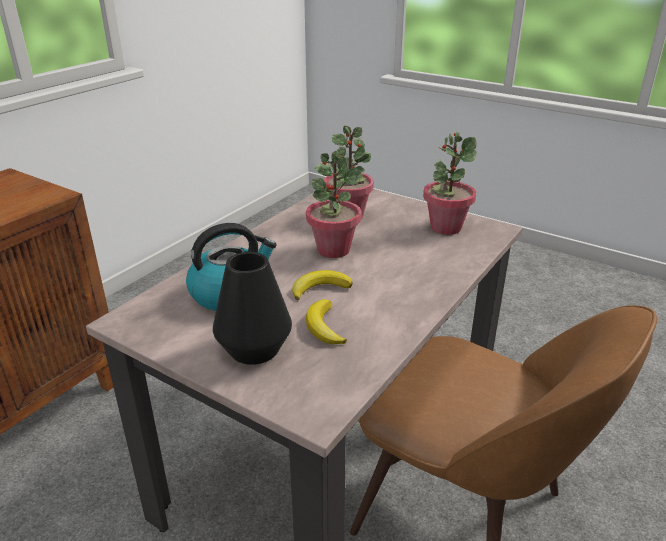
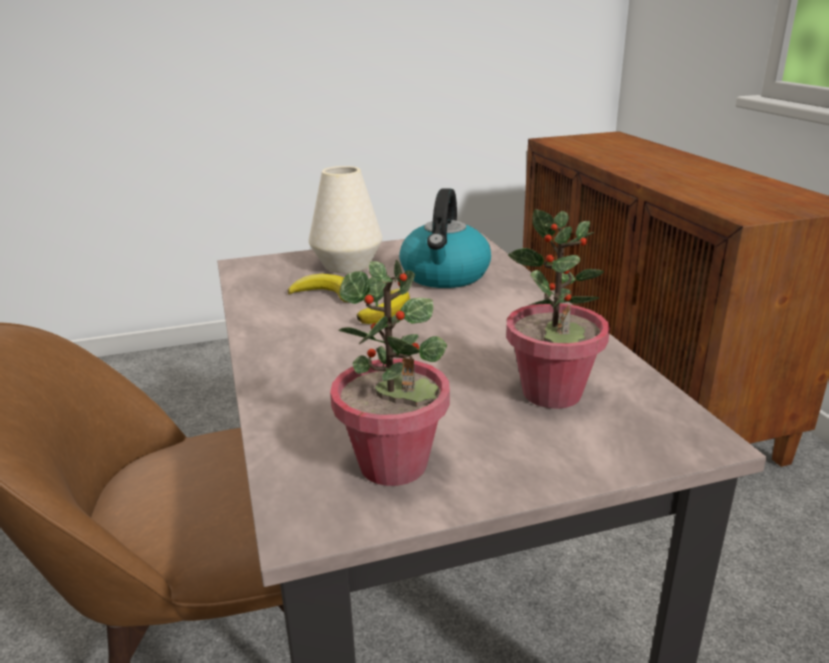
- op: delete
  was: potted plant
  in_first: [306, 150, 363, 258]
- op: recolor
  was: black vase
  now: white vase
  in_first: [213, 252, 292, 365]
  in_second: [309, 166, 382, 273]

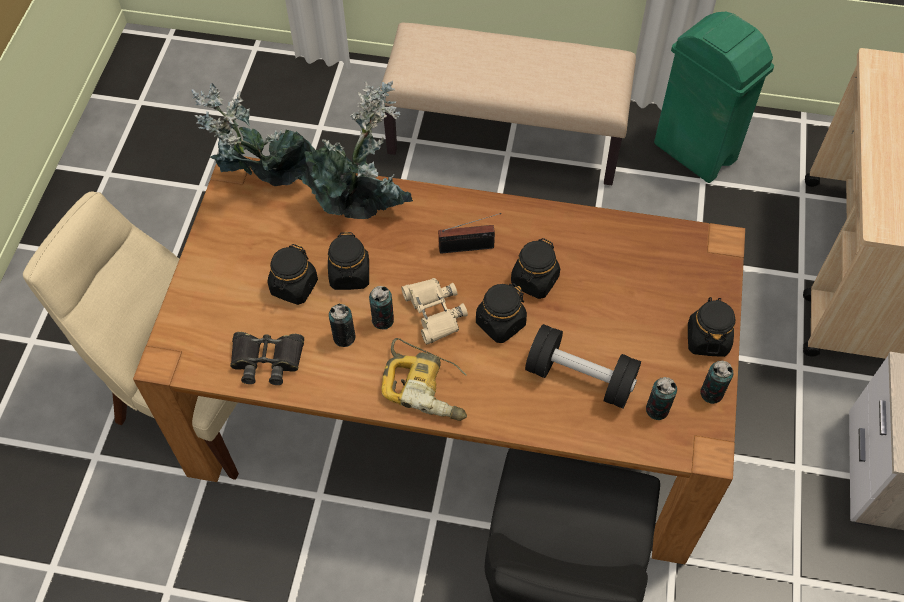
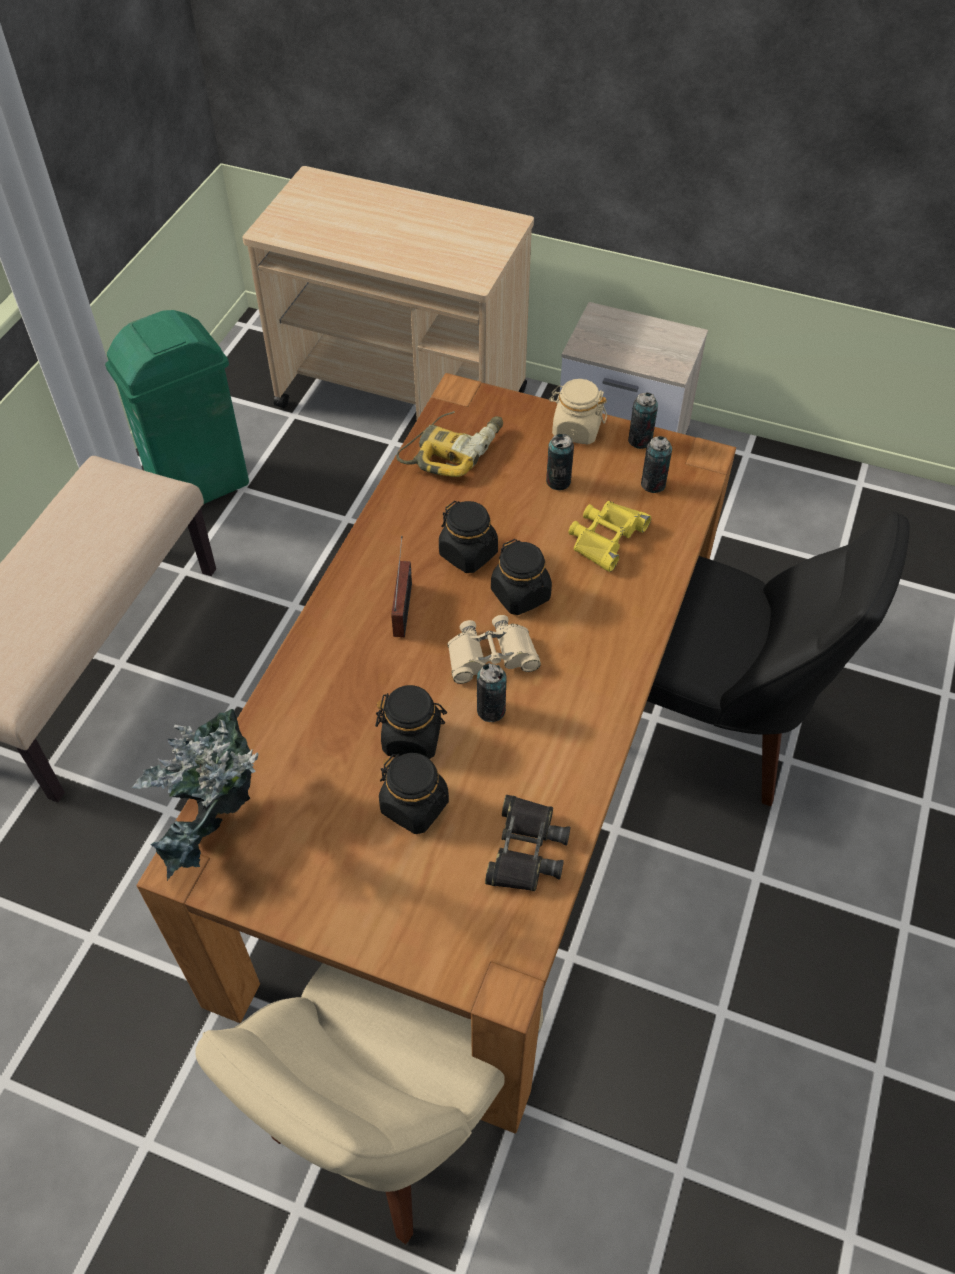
- op: delete
  was: potted plant
  in_first: [298, 81, 413, 219]
- op: recolor
  was: black jar
  now: beige jar
  in_first: [688, 297, 736, 357]
  in_second: [549, 379, 607, 445]
- op: move
  was: can
  in_first: [329, 304, 355, 347]
  in_second: [546, 434, 574, 490]
- op: replace
  was: black dumbbell
  now: yellow binoculars
  in_first: [525, 324, 641, 408]
  in_second: [568, 501, 651, 572]
- op: move
  was: power drill
  in_first: [381, 338, 467, 421]
  in_second: [396, 411, 503, 477]

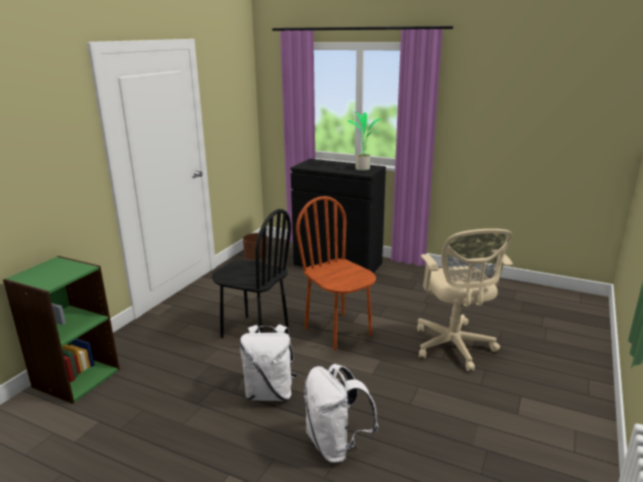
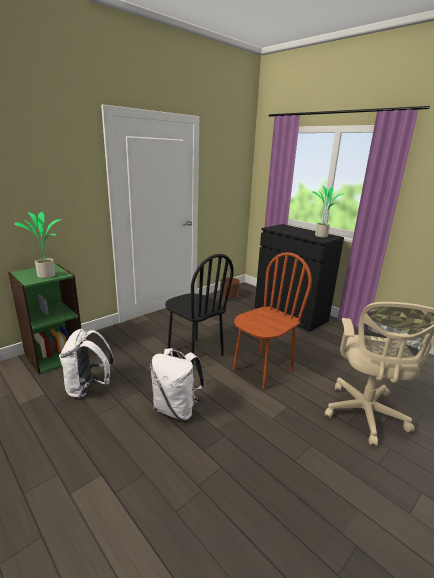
- op: rotate
  was: brown chair
  in_first: [296, 196, 376, 351]
  in_second: [233, 252, 312, 390]
  clockwise: 60
- op: move
  was: white backpack
  in_first: [304, 364, 379, 463]
  in_second: [59, 329, 114, 399]
- op: insert
  now: potted plant
  in_second: [14, 212, 61, 278]

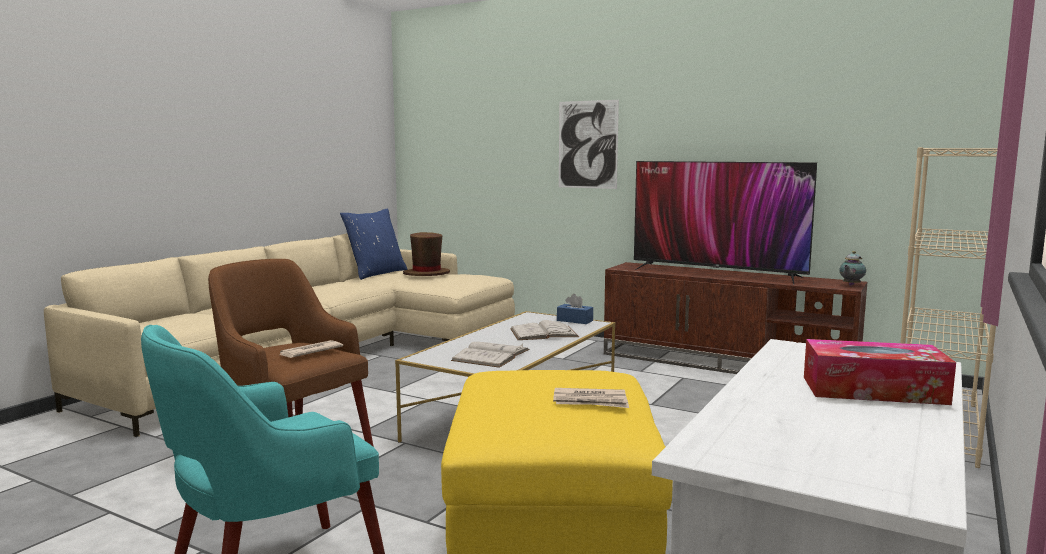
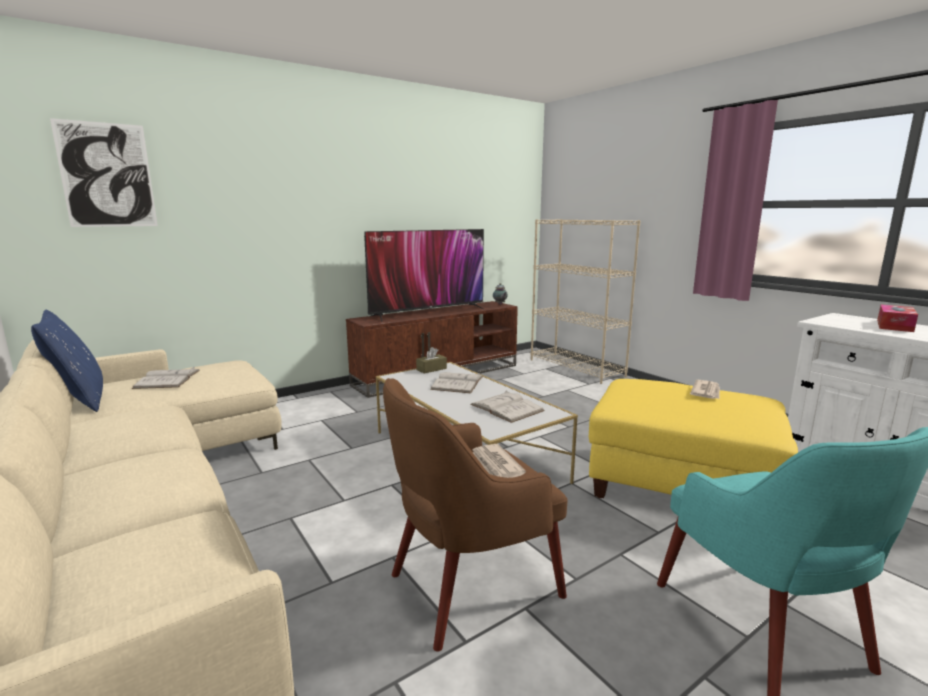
- op: move
  was: picture
  in_first: [559, 100, 619, 189]
  in_second: [50, 118, 158, 227]
- op: replace
  was: brown hat
  now: white book
  in_first: [403, 232, 450, 276]
  in_second: [132, 367, 200, 389]
- op: recolor
  was: blue tissue box
  now: brown tissue box
  in_first: [557, 294, 593, 324]
  in_second: [416, 347, 447, 374]

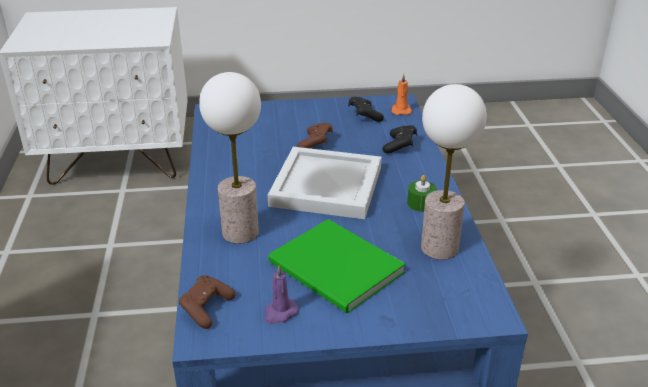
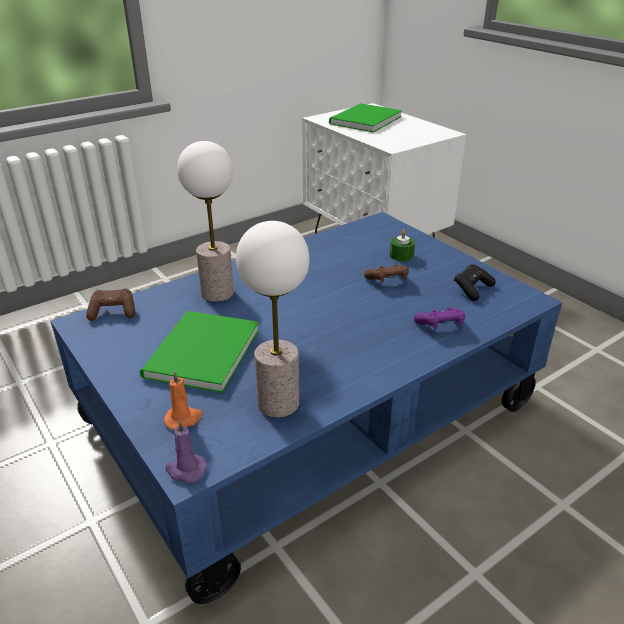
- op: move
  was: orange candle
  in_first: [392, 74, 412, 115]
  in_second: [164, 371, 203, 430]
- op: recolor
  was: black game controller
  now: purple game controller
  in_first: [383, 125, 417, 154]
  in_second: [414, 307, 465, 329]
- op: delete
  was: white tray
  in_first: [268, 147, 382, 219]
- op: move
  was: green candle
  in_first: [407, 175, 437, 212]
  in_second: [390, 229, 415, 261]
- op: move
  was: purple candle
  in_first: [264, 265, 299, 324]
  in_second: [166, 419, 208, 483]
- op: insert
  now: green book
  in_second: [329, 103, 402, 132]

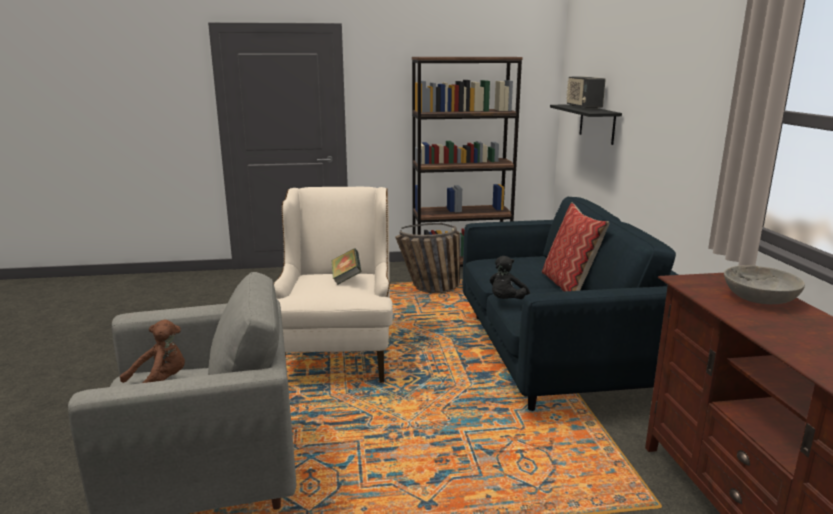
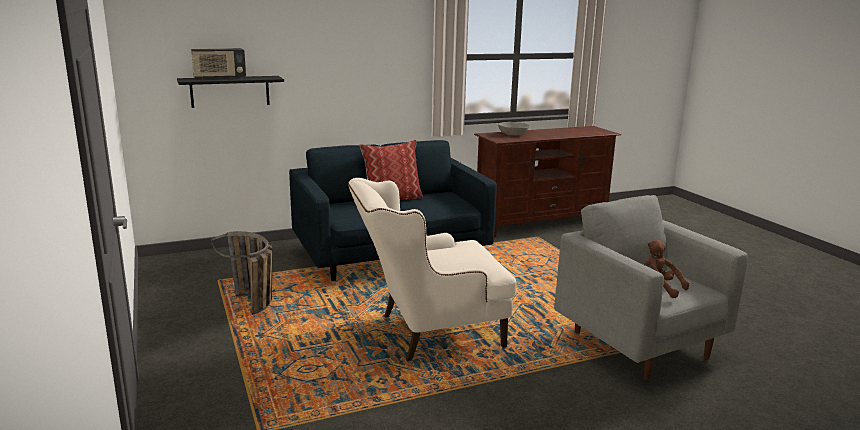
- op: delete
  was: brown bookcase
  in_first: [412, 57, 523, 267]
- op: delete
  was: book
  in_first: [331, 248, 361, 285]
- op: delete
  was: black plush toy
  in_first: [490, 256, 530, 299]

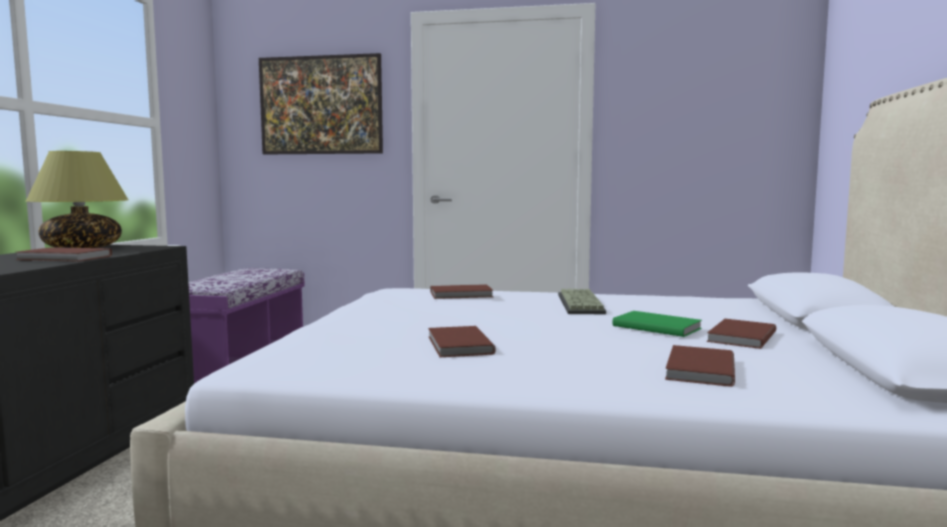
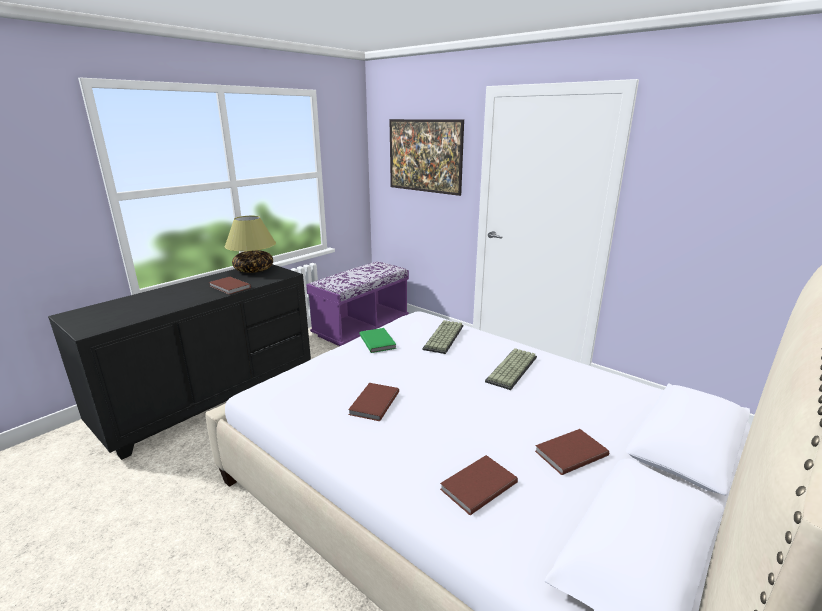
- op: replace
  was: brown book
  now: keyboard
  in_first: [430, 284, 494, 299]
  in_second: [422, 320, 463, 354]
- op: move
  was: green book
  in_first: [613, 311, 702, 337]
  in_second: [359, 328, 397, 353]

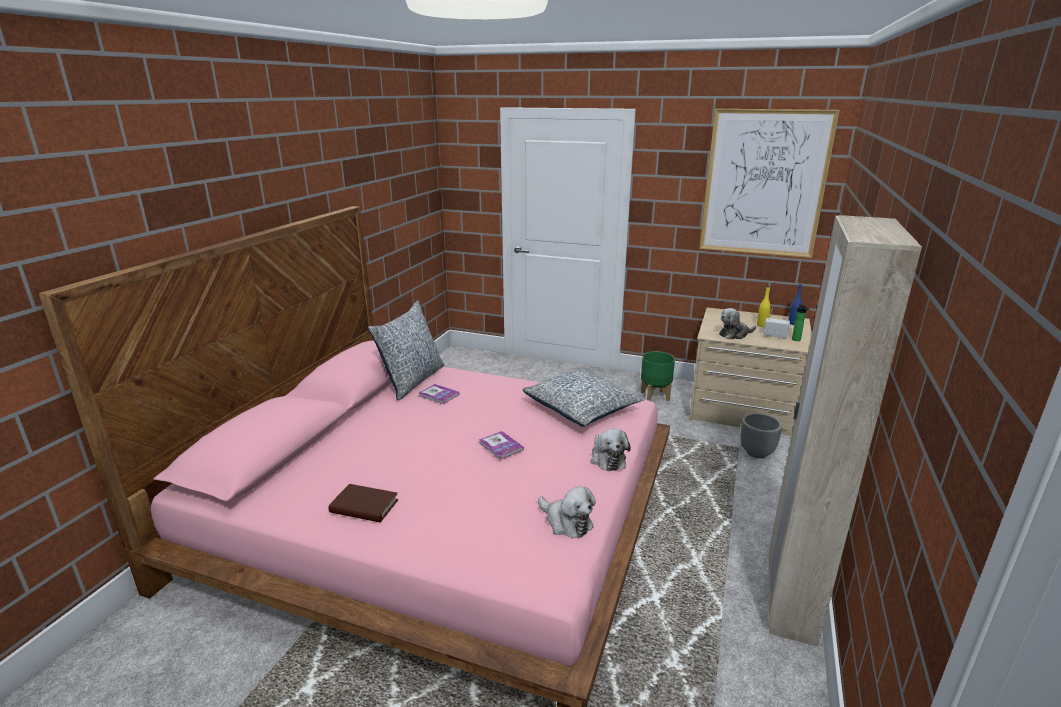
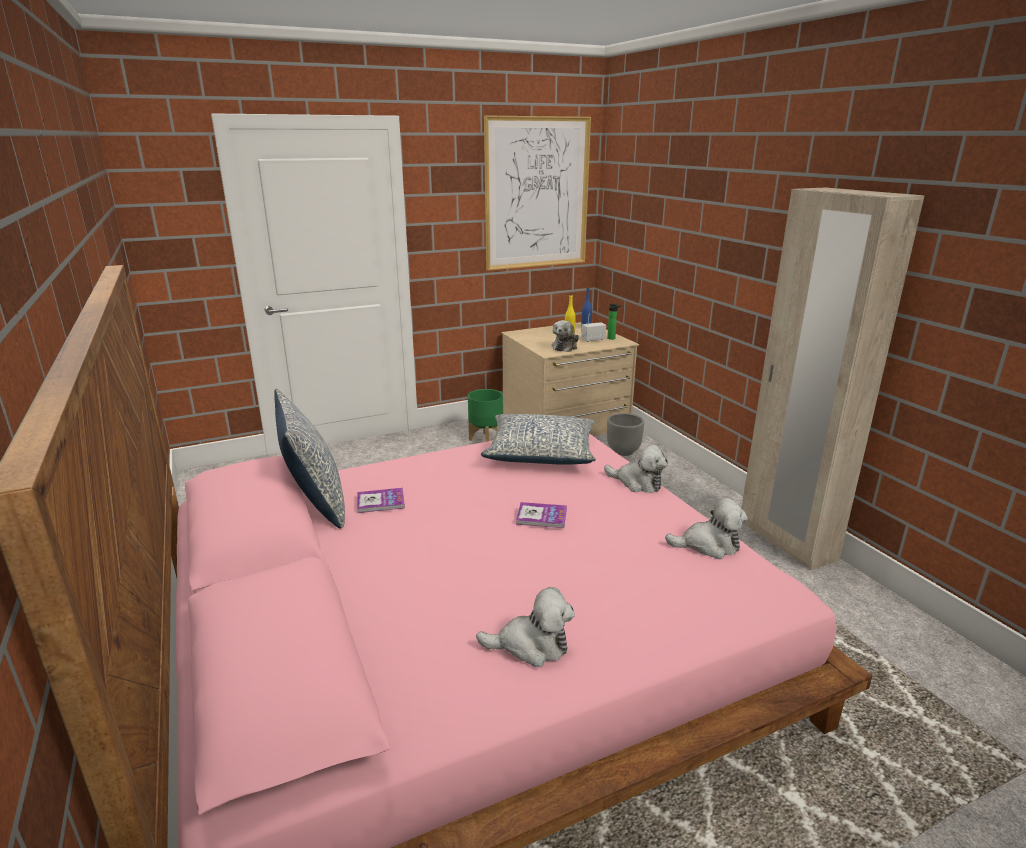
- op: replace
  was: brown book
  now: plush toy
  in_first: [329, 484, 398, 522]
  in_second: [476, 587, 575, 667]

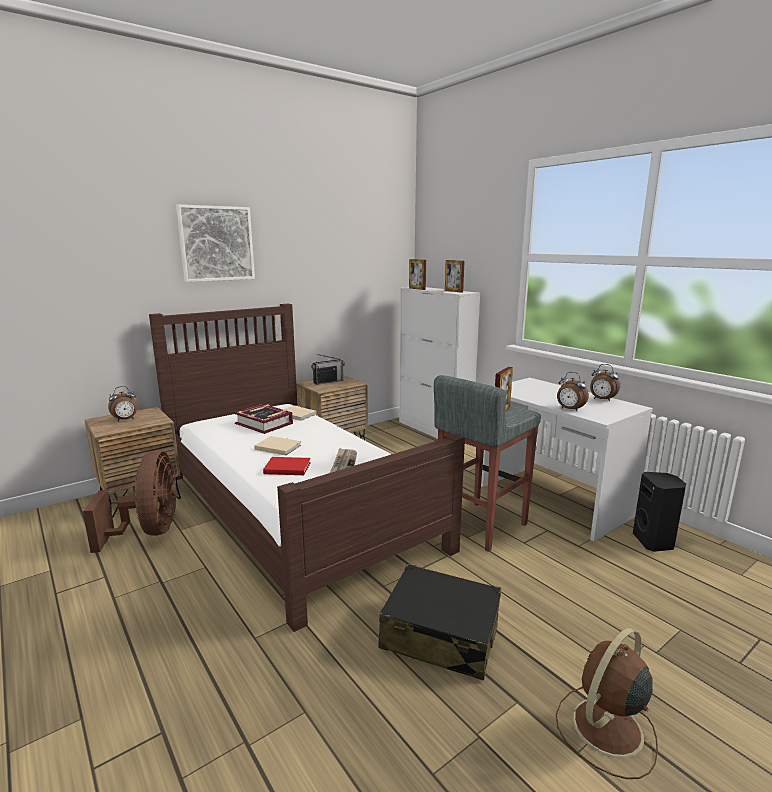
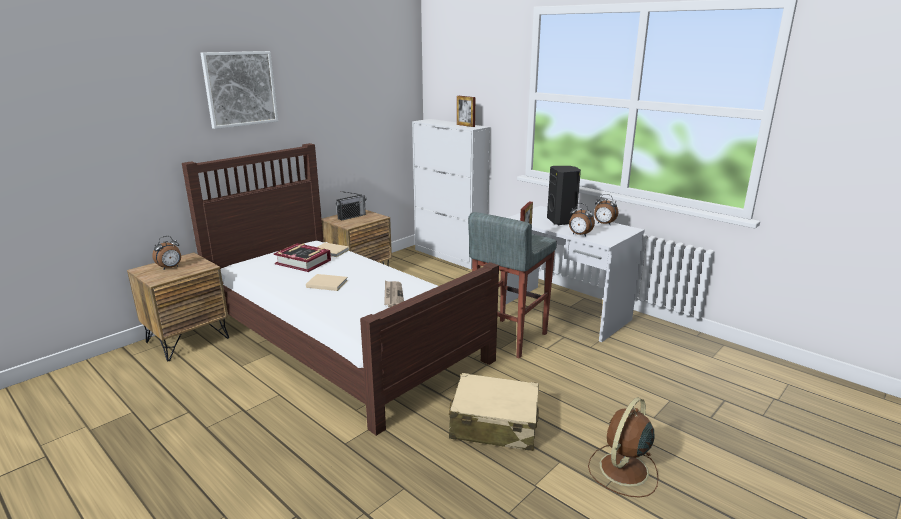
- op: delete
  was: picture frame
  in_first: [409, 259, 426, 290]
- op: delete
  was: brown fan
  in_first: [83, 450, 177, 553]
- op: delete
  was: red book
  in_first: [263, 457, 311, 475]
- op: move
  was: black speaker
  in_first: [633, 472, 686, 552]
  in_second: [547, 166, 581, 225]
- op: recolor
  was: black suitcase
  now: beige suitcase
  in_first: [379, 564, 501, 681]
  in_second: [449, 373, 539, 451]

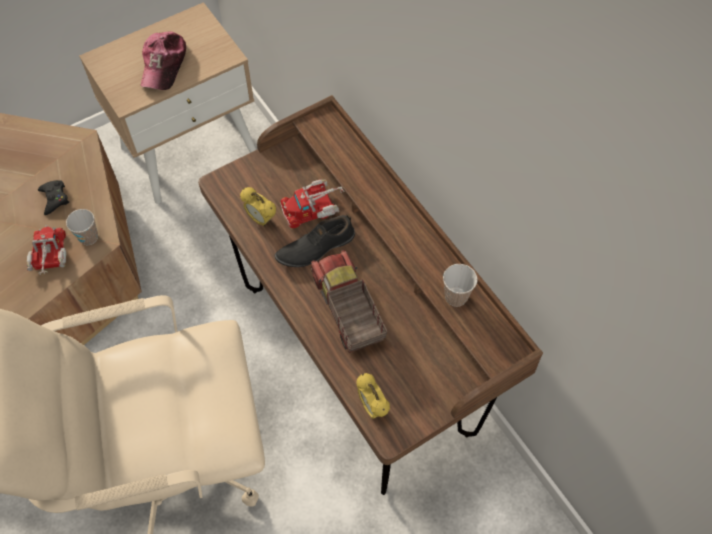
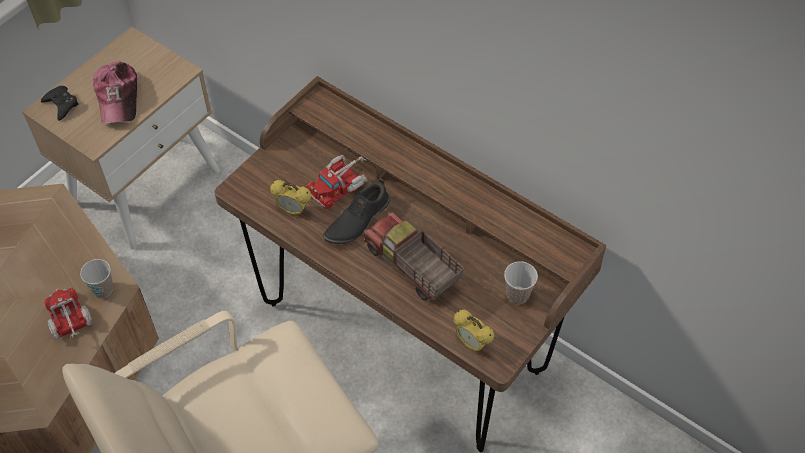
- op: move
  was: black game controller
  in_first: [38, 180, 69, 215]
  in_second: [41, 86, 79, 121]
- op: move
  was: cup
  in_first: [443, 264, 477, 307]
  in_second: [504, 261, 538, 305]

